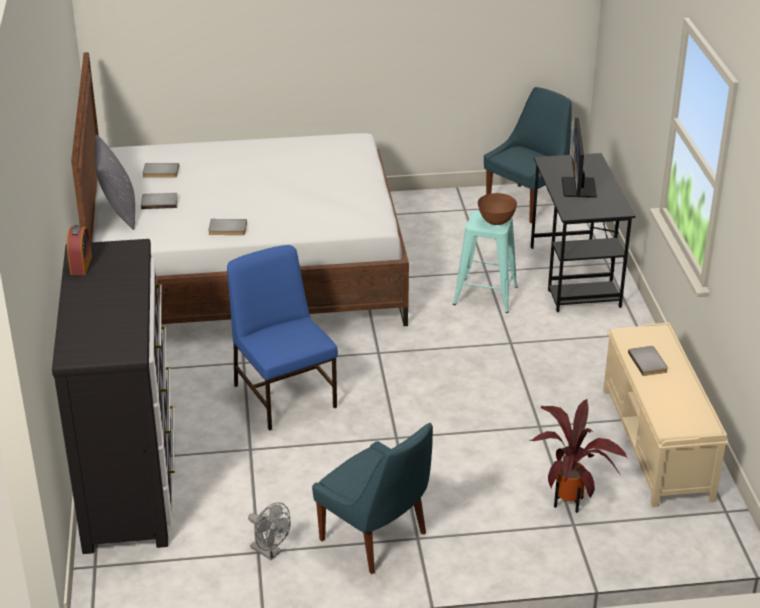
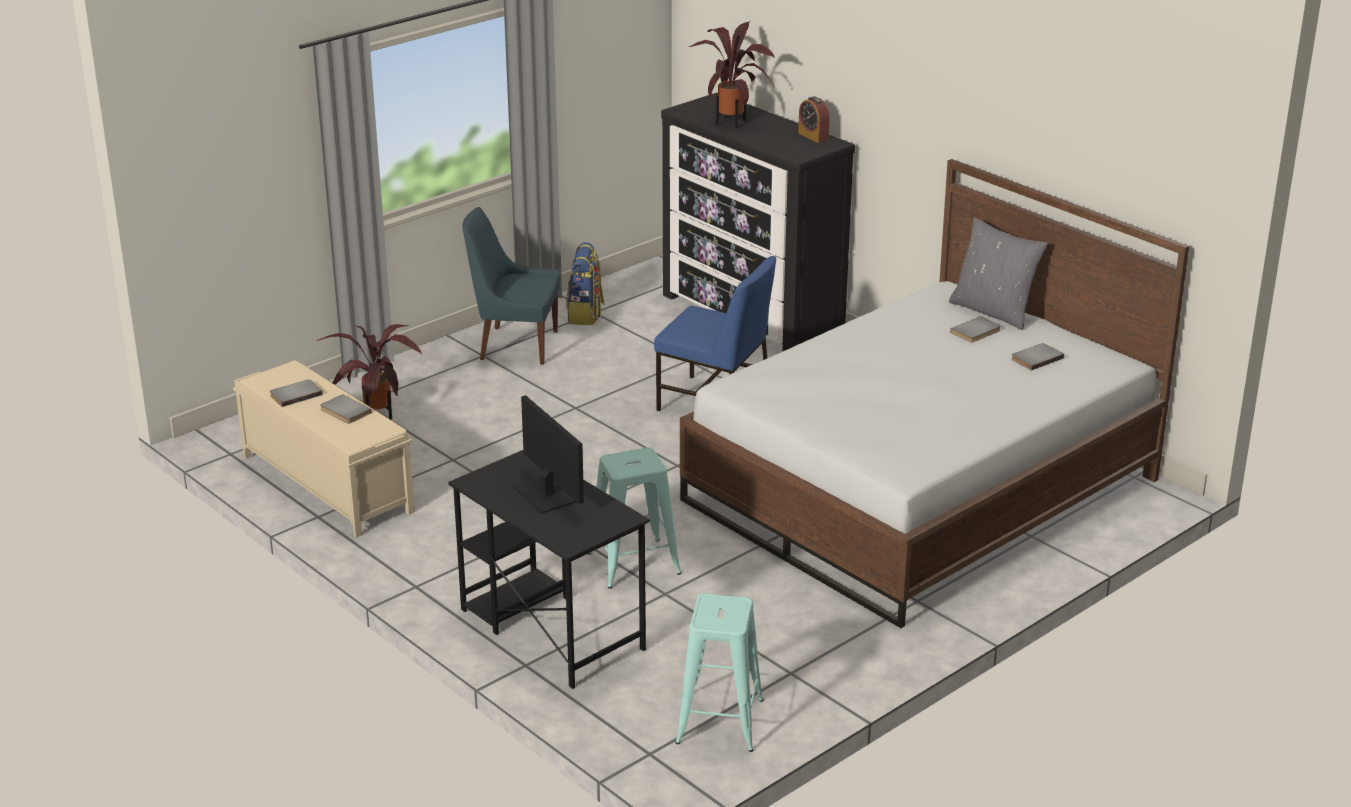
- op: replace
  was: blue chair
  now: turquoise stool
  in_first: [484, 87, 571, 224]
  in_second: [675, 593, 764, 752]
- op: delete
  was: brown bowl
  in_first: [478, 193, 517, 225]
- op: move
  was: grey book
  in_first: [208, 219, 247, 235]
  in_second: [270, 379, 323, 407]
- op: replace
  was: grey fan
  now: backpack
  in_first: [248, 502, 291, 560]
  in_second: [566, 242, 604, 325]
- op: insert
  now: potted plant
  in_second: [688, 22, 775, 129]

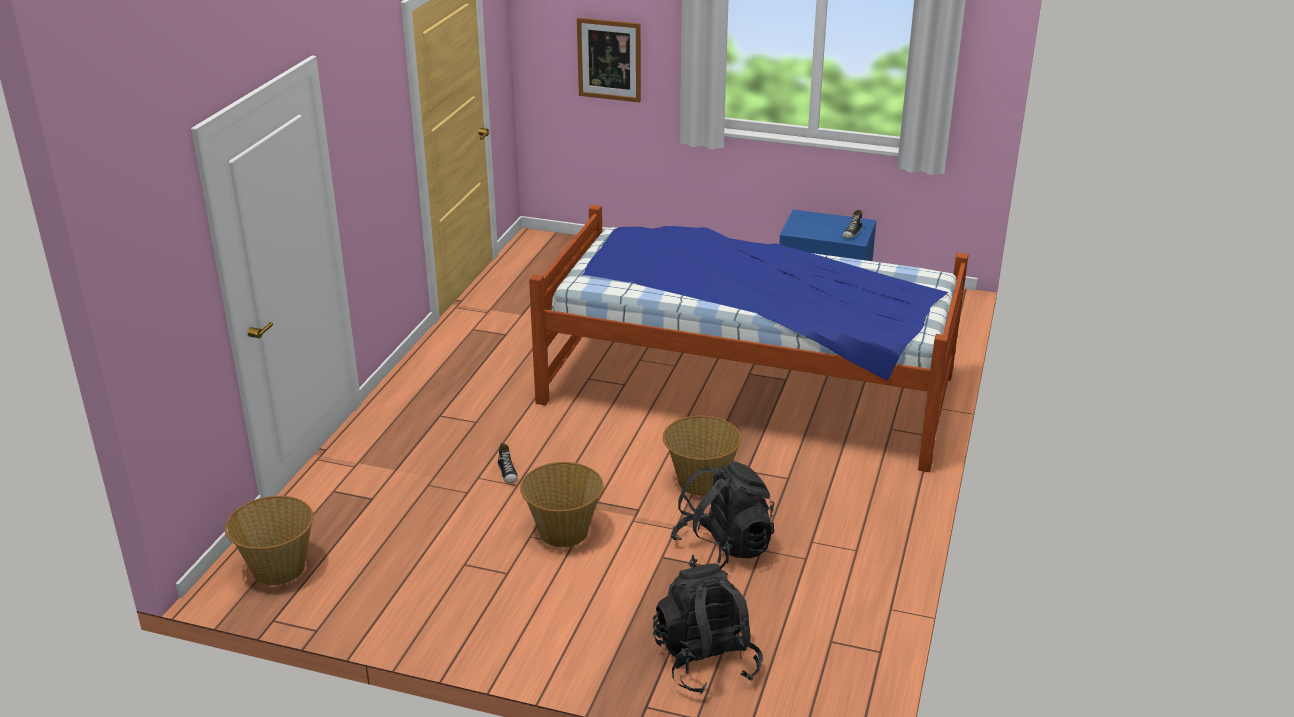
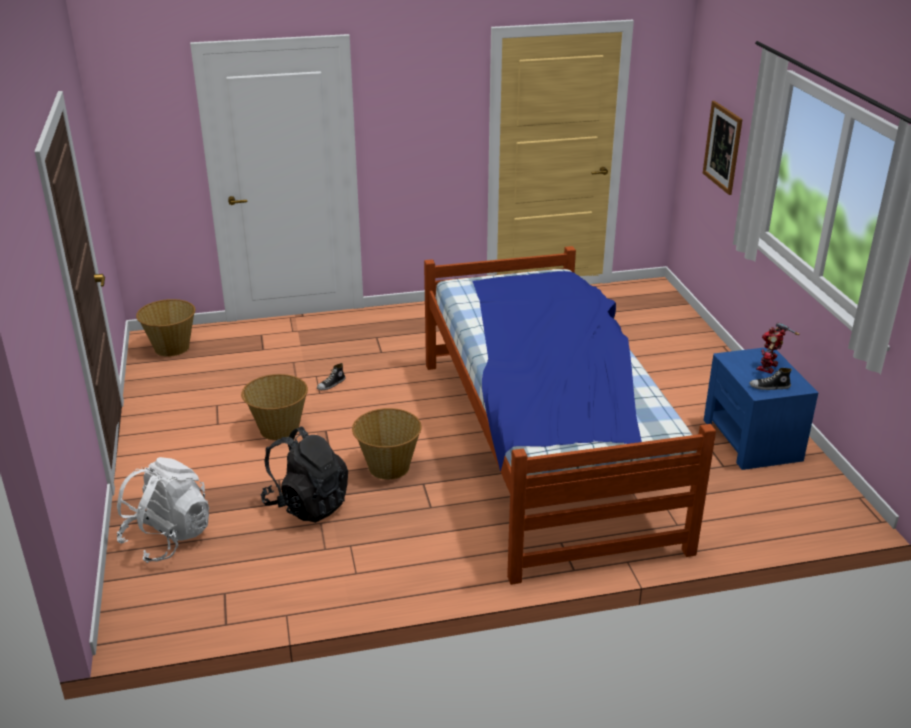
- op: recolor
  was: black backpack
  now: white backpack
  in_first: [653, 563, 763, 694]
  in_second: [117, 457, 209, 563]
- op: insert
  now: toy robot
  in_second: [757, 322, 800, 374]

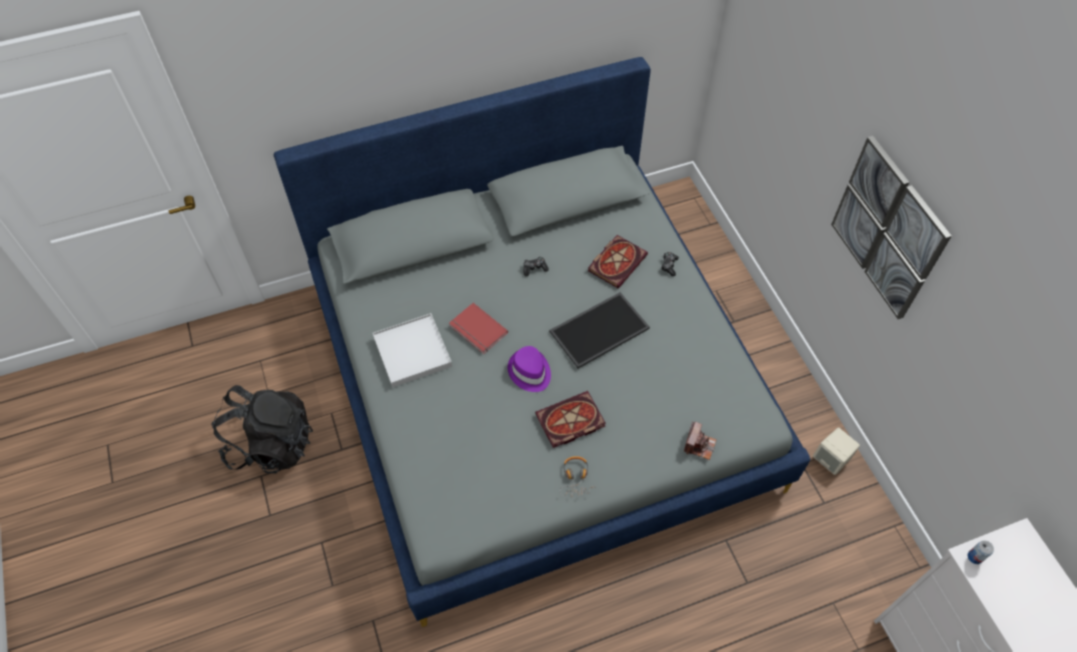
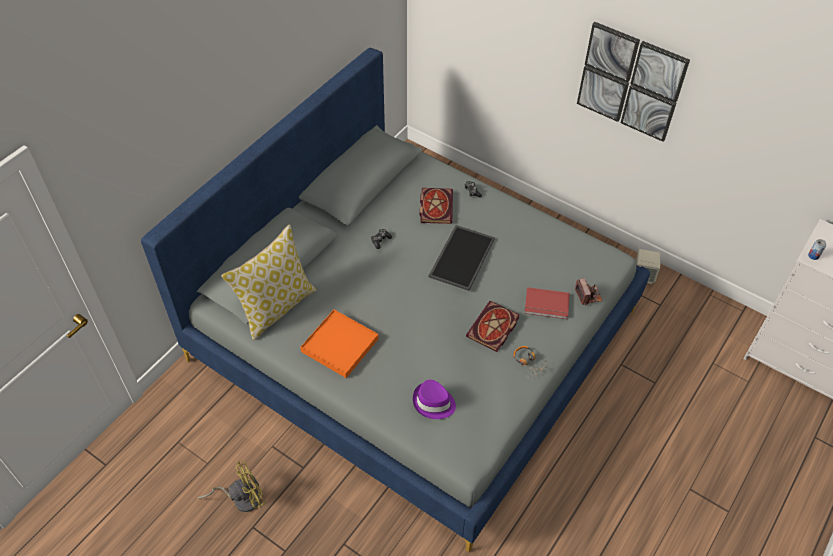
- op: move
  was: red book
  in_first: [449, 303, 508, 354]
  in_second: [524, 287, 570, 319]
- op: recolor
  was: white tray
  now: orange tray
  in_first: [373, 313, 452, 388]
  in_second: [300, 309, 379, 378]
- op: move
  was: purple hat
  in_first: [508, 346, 551, 392]
  in_second: [413, 380, 456, 419]
- op: replace
  was: black backpack
  now: yellow fan
  in_first: [211, 385, 313, 474]
  in_second: [197, 461, 266, 512]
- op: insert
  now: pillow
  in_second: [221, 224, 317, 341]

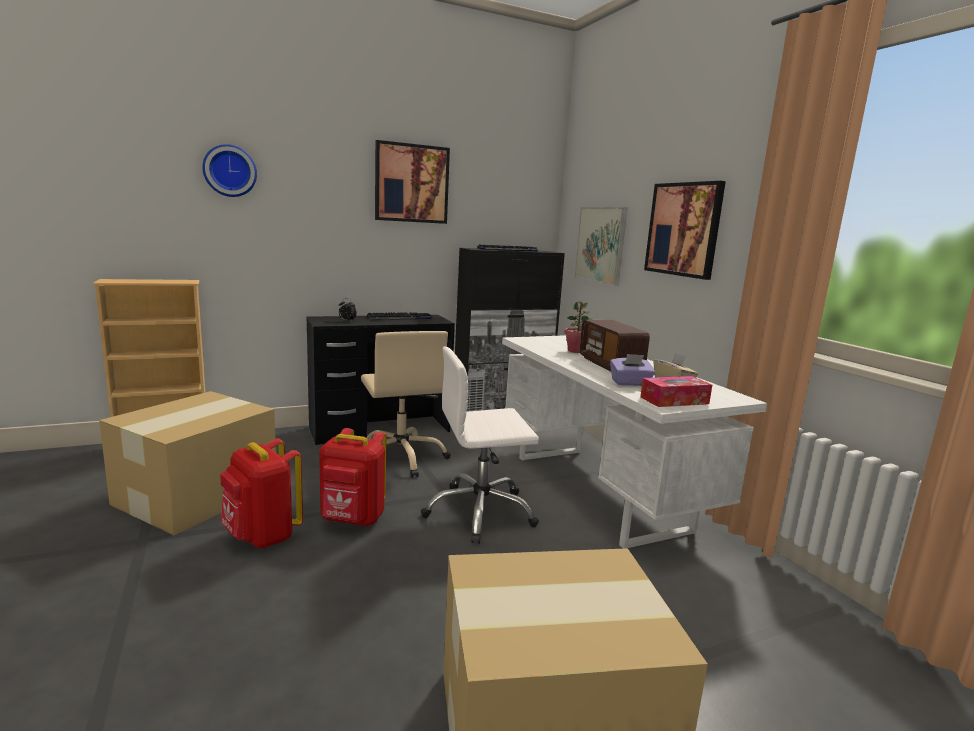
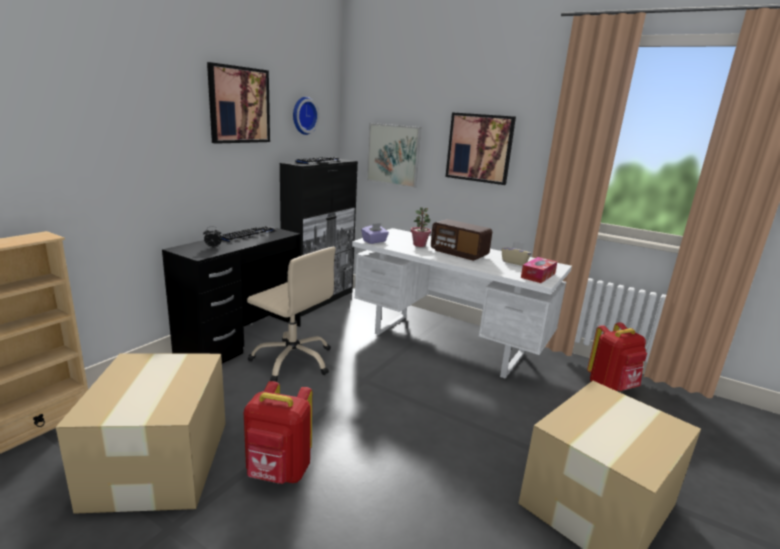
- op: move
  was: wall clock
  in_first: [202, 144, 257, 197]
  in_second: [293, 97, 319, 135]
- op: delete
  was: white office chair
  in_first: [421, 346, 539, 544]
- op: move
  was: purple tissue box
  in_first: [610, 354, 655, 386]
  in_second: [361, 223, 389, 244]
- op: move
  was: red backpack
  in_first: [319, 428, 387, 526]
  in_second: [587, 322, 647, 391]

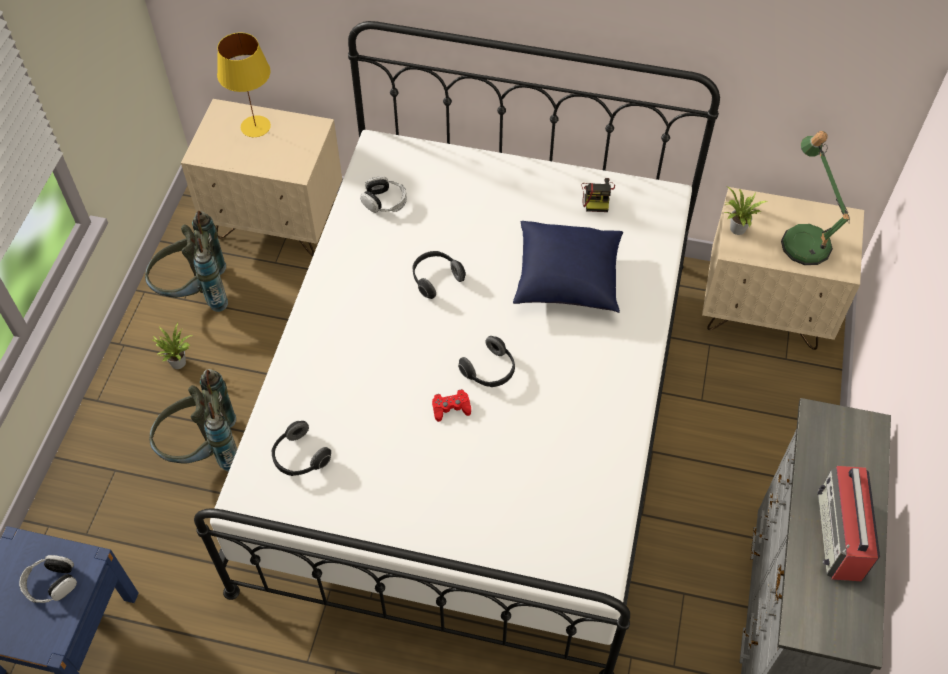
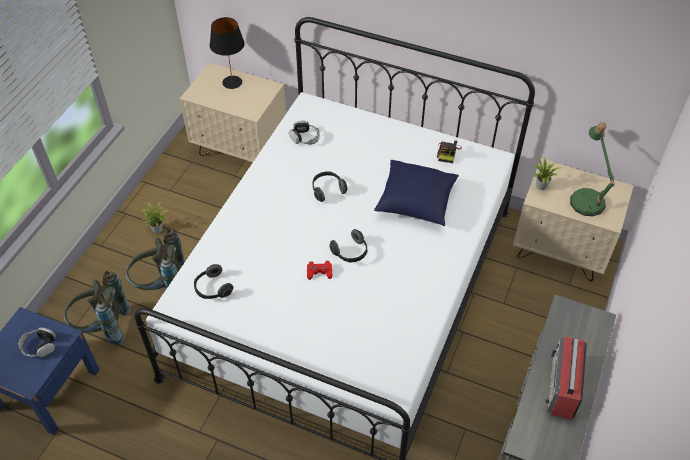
- op: recolor
  was: yellow table lamp
  now: black table lamp
  in_first: [217, 33, 271, 137]
  in_second: [210, 17, 245, 89]
- op: move
  was: grey backpack
  in_first: [145, 211, 228, 312]
  in_second: [63, 271, 131, 345]

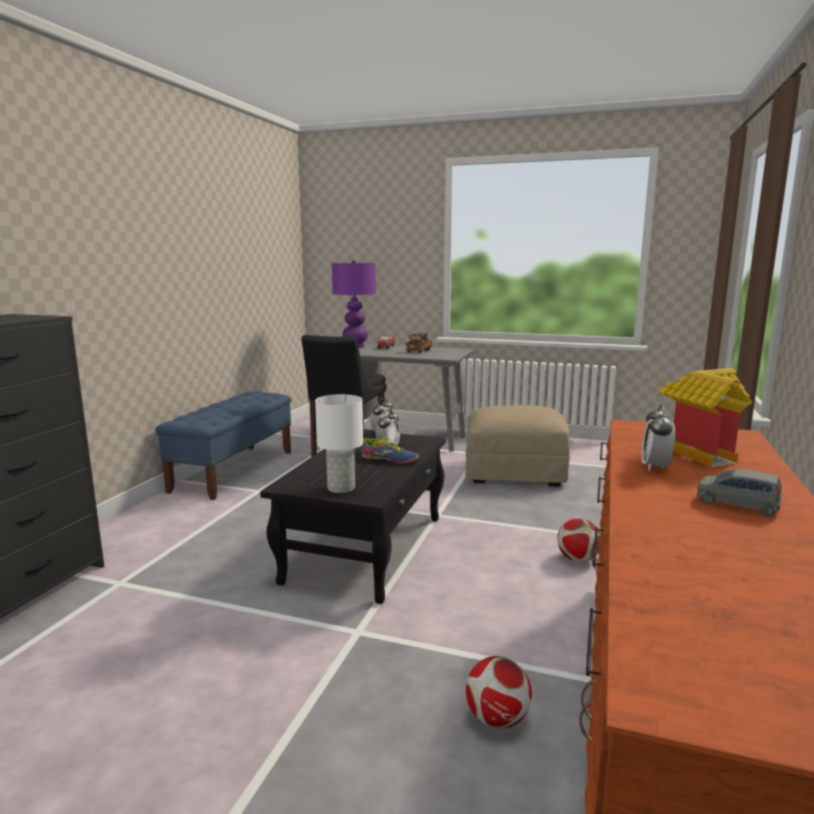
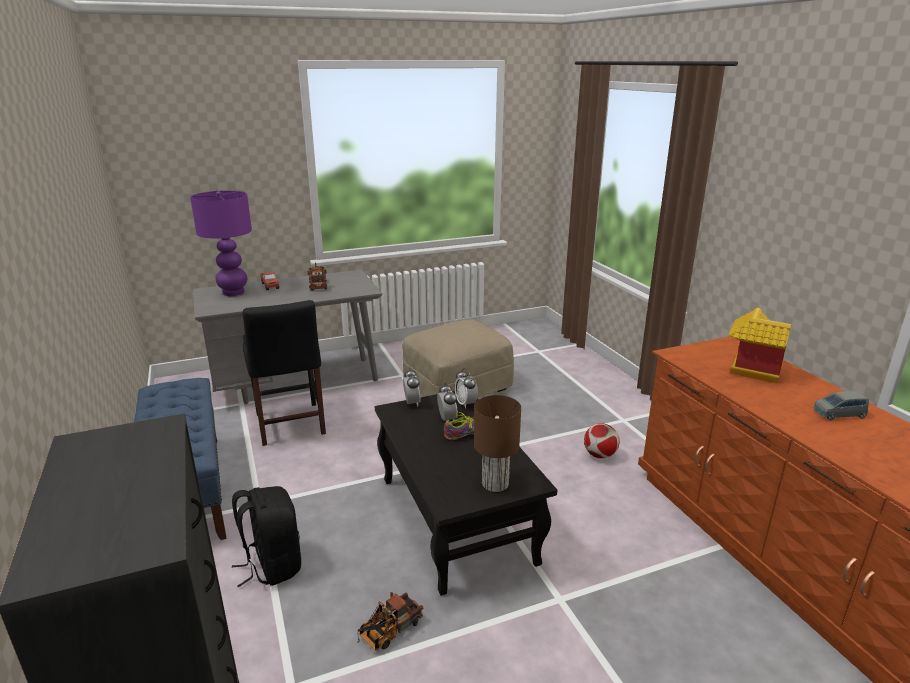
- op: recolor
  was: white table lamp
  now: brown table lamp
  in_first: [315, 394, 363, 493]
  in_second: [474, 395, 521, 492]
- op: move
  was: alarm clock
  in_first: [642, 404, 675, 471]
  in_second: [455, 368, 478, 408]
- op: delete
  was: football
  in_first: [466, 656, 532, 728]
- op: insert
  now: black backpack
  in_second: [232, 486, 301, 587]
- op: insert
  now: toy truck
  in_second: [357, 592, 423, 651]

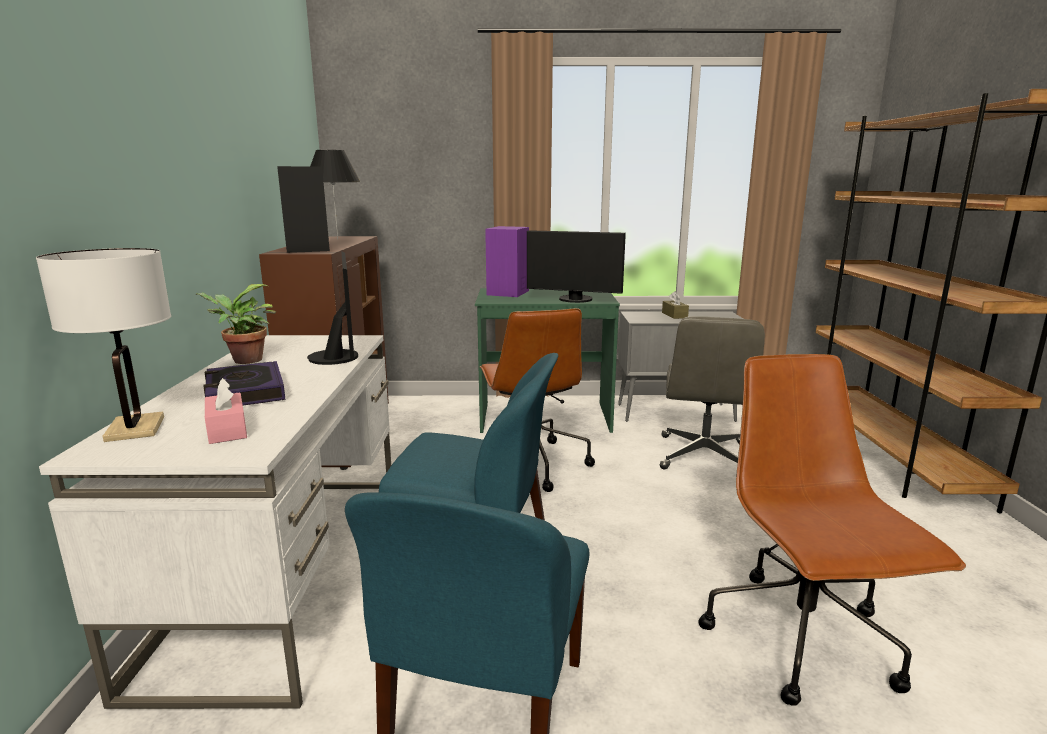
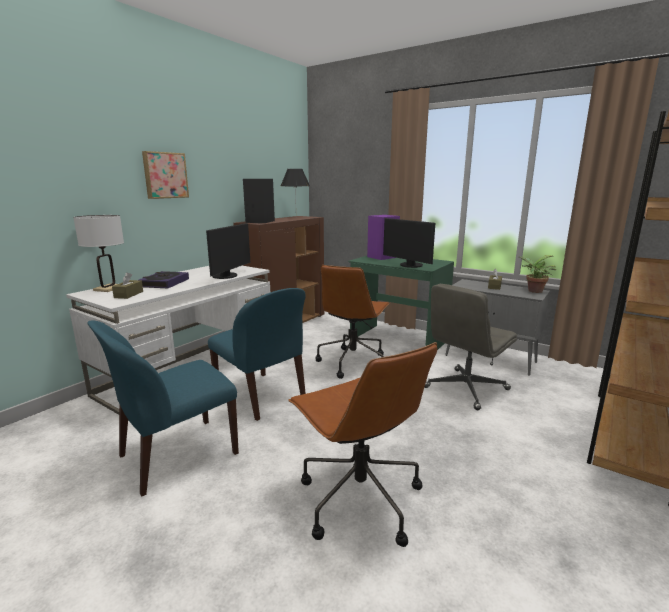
- op: move
  was: potted plant
  in_first: [195, 284, 276, 364]
  in_second: [520, 255, 557, 293]
- op: rotate
  was: brown office chair
  in_first: [698, 354, 966, 706]
  in_second: [288, 342, 437, 547]
  clockwise: 120
- op: recolor
  was: pink tissue box
  now: brown tissue box
  in_first: [205, 378, 247, 444]
  in_second: [112, 272, 143, 299]
- op: insert
  now: picture
  in_second: [142, 151, 189, 199]

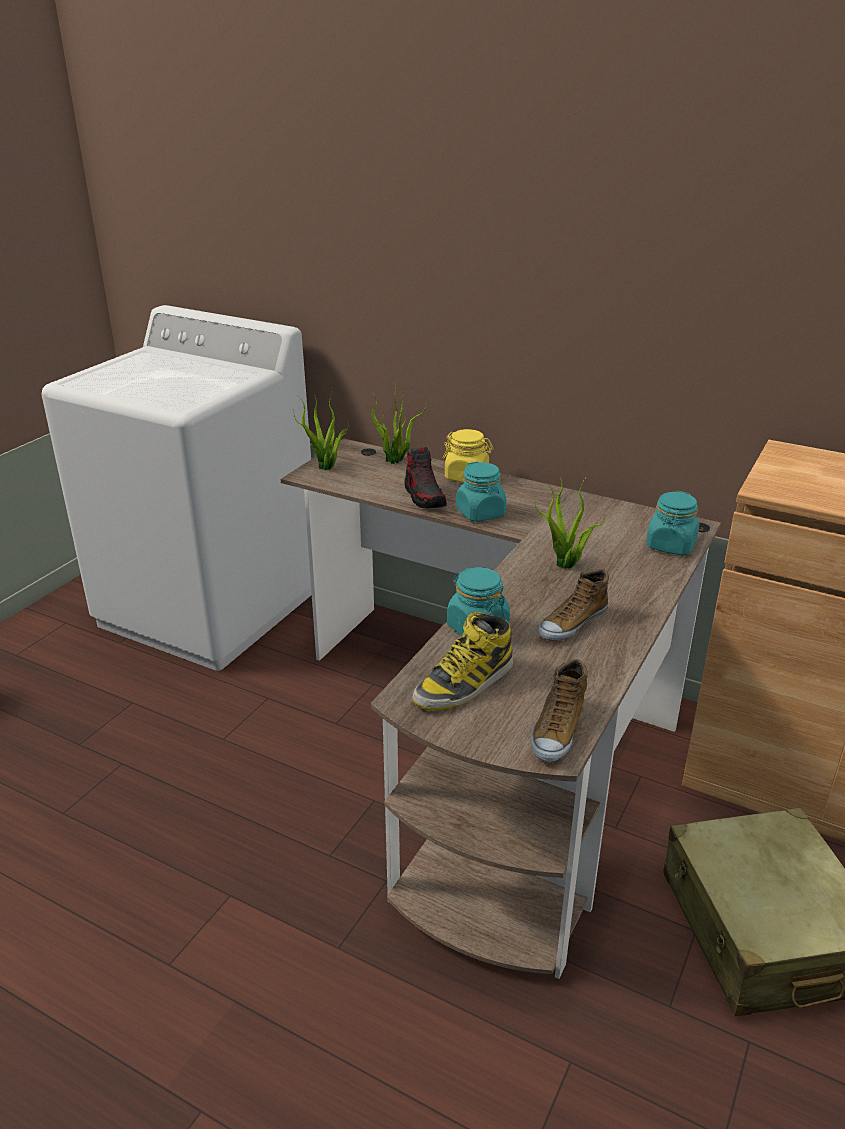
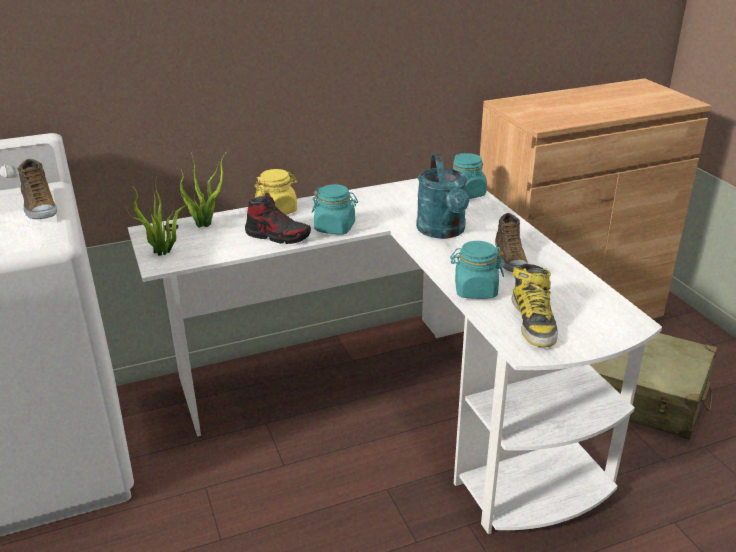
- op: recolor
  was: brown desk
  now: white desk
  in_first: [281, 439, 721, 979]
  in_second: [128, 178, 662, 534]
- op: replace
  was: potted plant
  now: turquoise watering can
  in_first: [535, 477, 605, 569]
  in_second: [416, 154, 469, 239]
- op: move
  was: shoe
  in_first: [530, 659, 588, 762]
  in_second: [18, 159, 57, 219]

